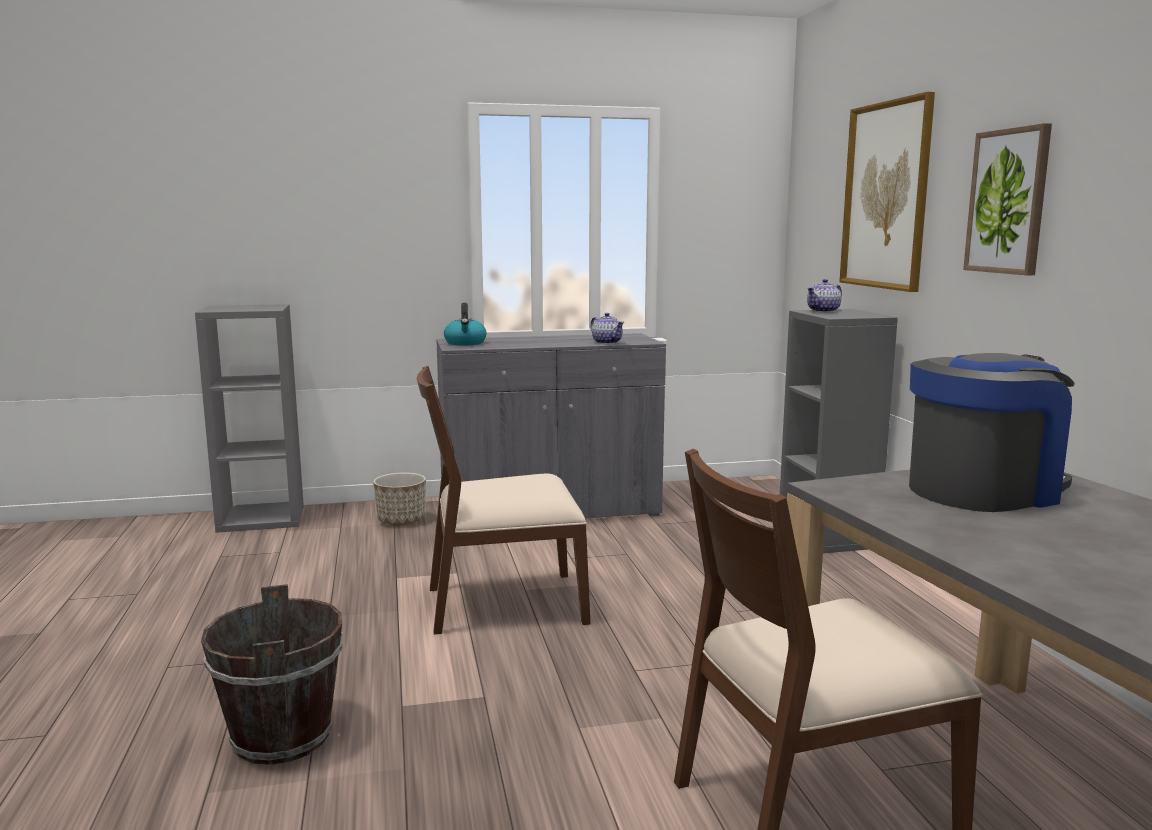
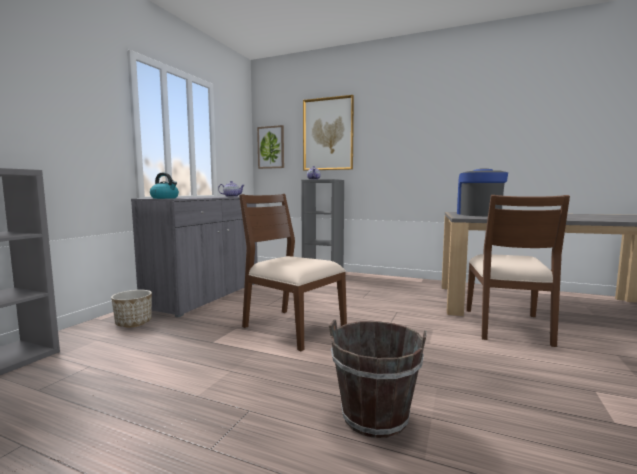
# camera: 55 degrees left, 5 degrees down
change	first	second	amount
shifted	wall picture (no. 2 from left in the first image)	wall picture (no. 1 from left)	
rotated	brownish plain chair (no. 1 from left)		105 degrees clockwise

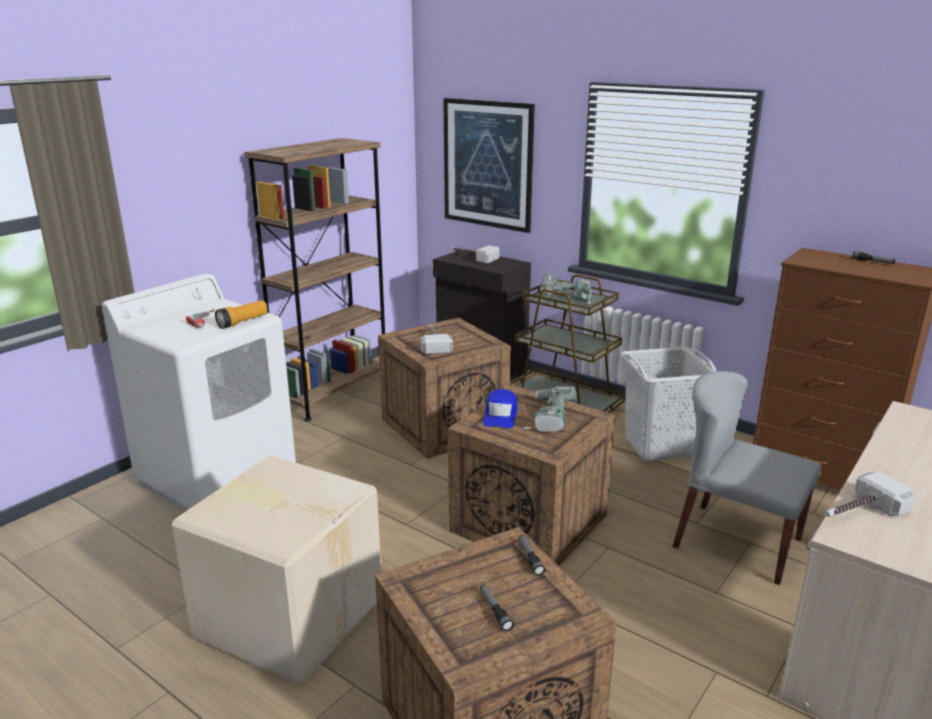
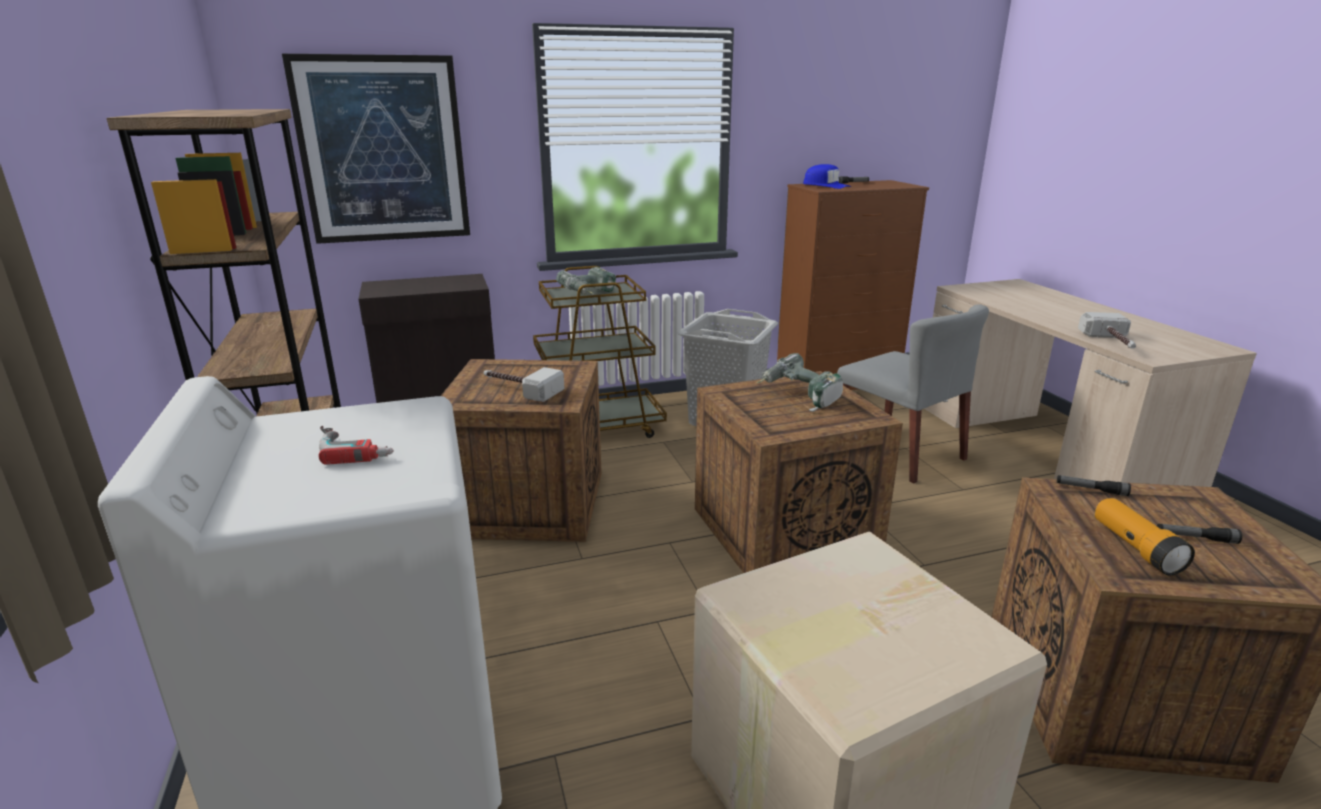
# camera: 55 degrees left, 0 degrees up
change	first	second	amount
gone	hand hammer (no. 2 from left)		
shifted	torch (no. 1 from left in the first image)	torch (no. 3 from left)	
rotated	gray plain chair		105 degrees counterclockwise
shifted	blue-coloured cap		

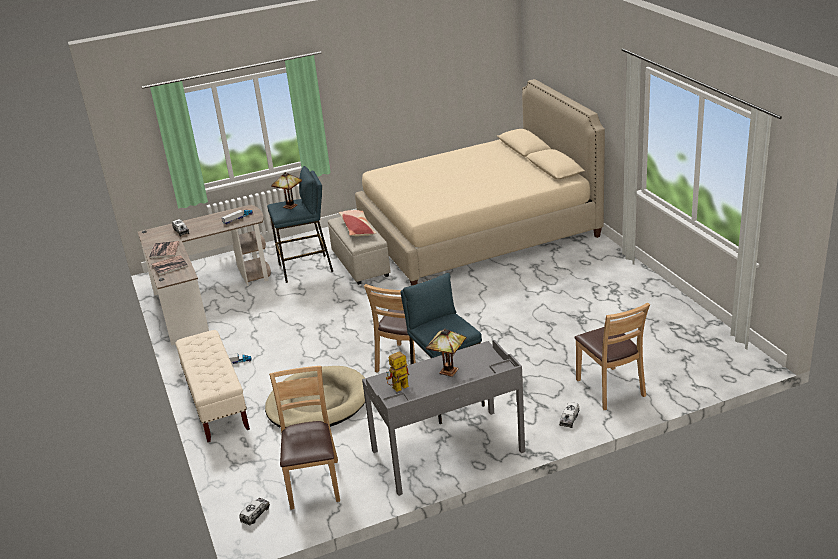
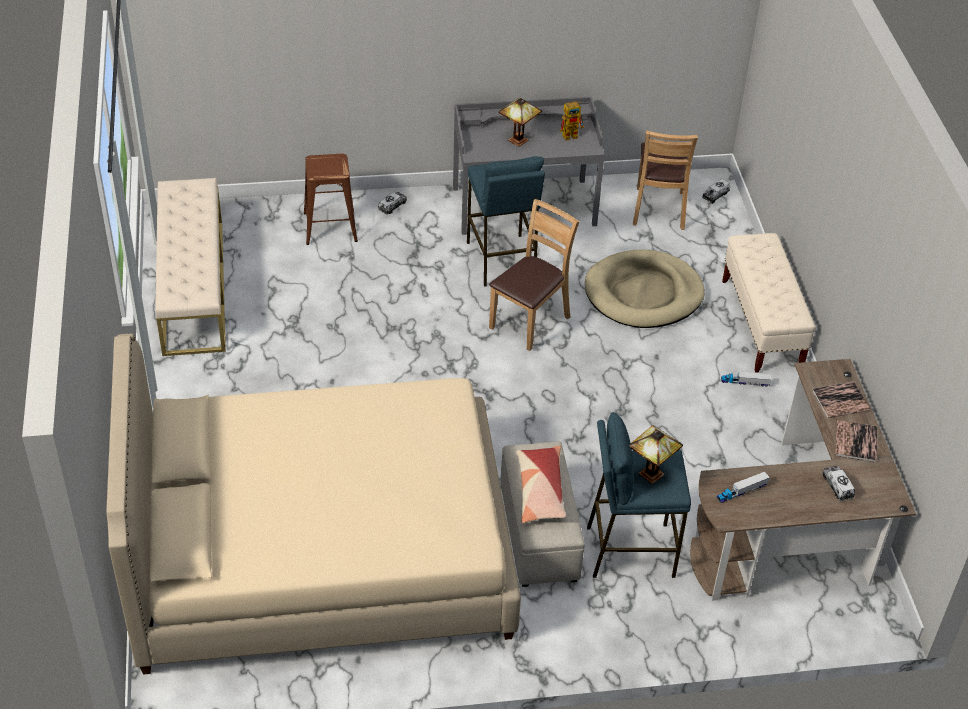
# camera: 170 degrees left, 15 degrees up
change	first	second	amount
swapped	brownish plain chair (no. 3 from left)	brownish sitting stool	
new		beige-coloured indoor bench (no. 1 from left)	

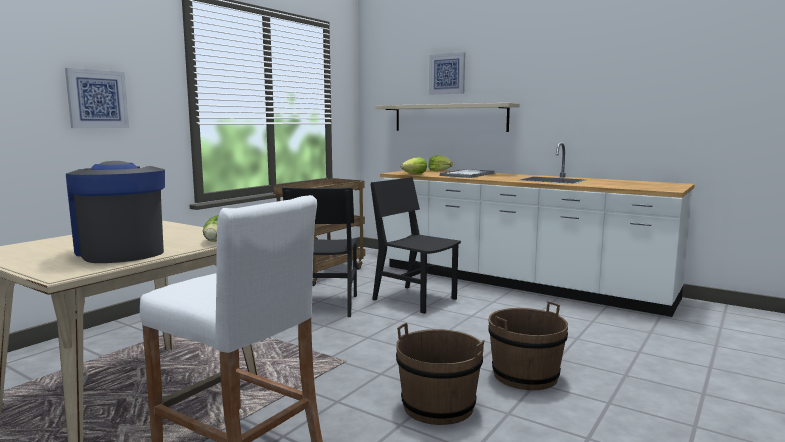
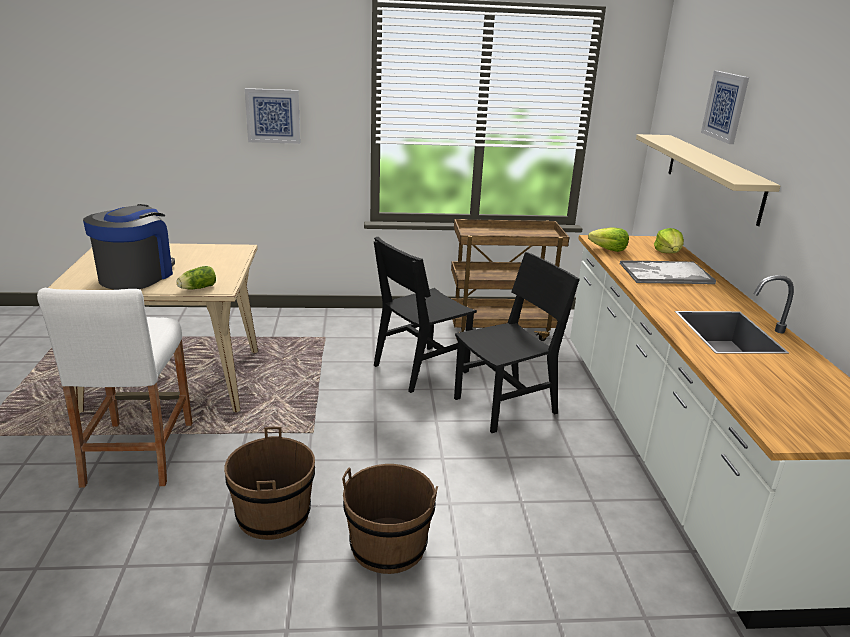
# camera: 50 degrees right, 15 degrees up
change	first	second	amount
rotated	black-coloured plain chair (no. 2 from left)		60 degrees clockwise

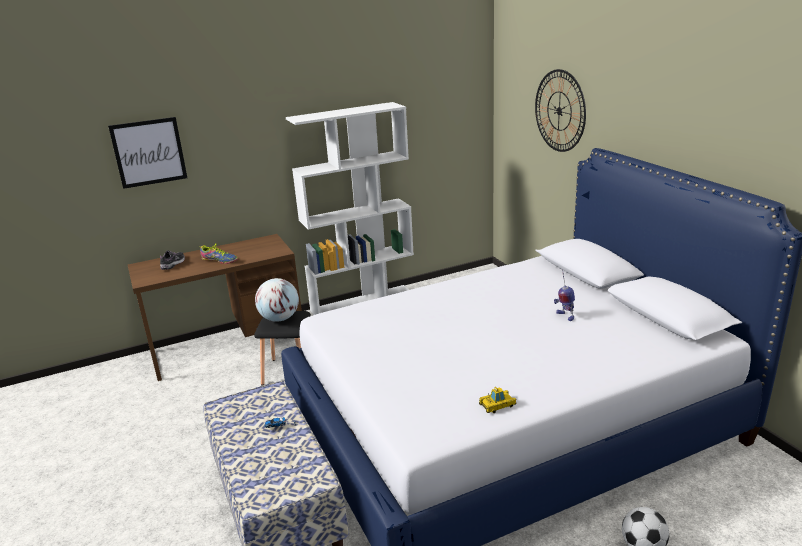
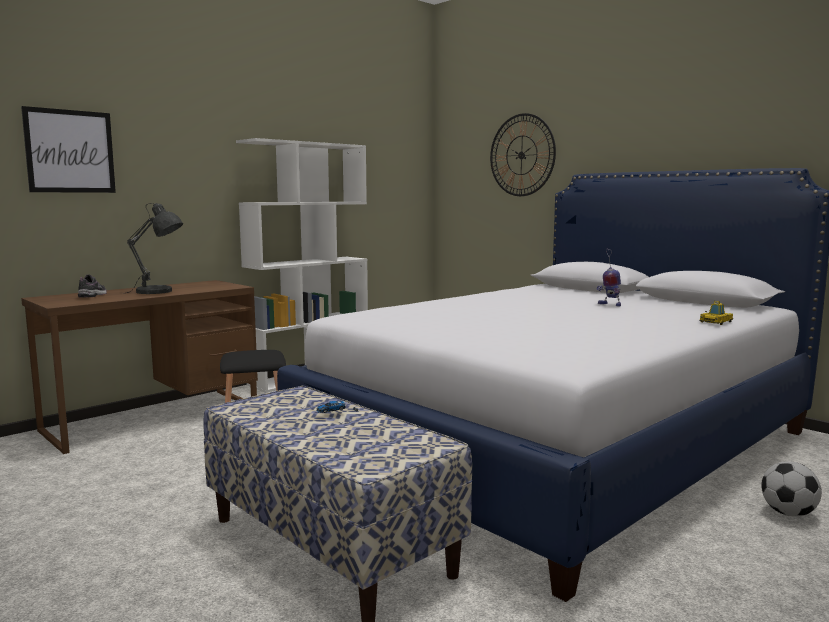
# camera: 20 degrees left, 15 degrees down
change	first	second	amount
swapped	item of footwear (no. 2 from left)	gray table lamp	
gone	desk globe		
shifted	model car (no. 2 from left)		

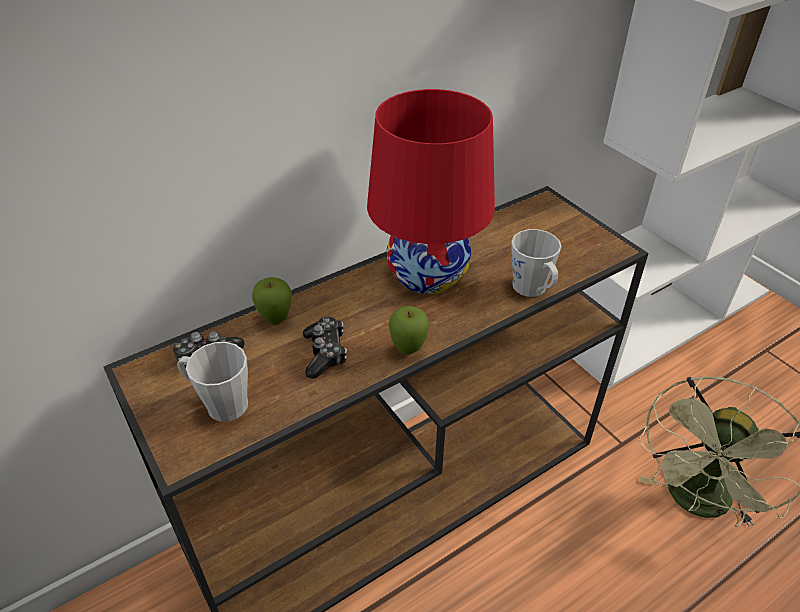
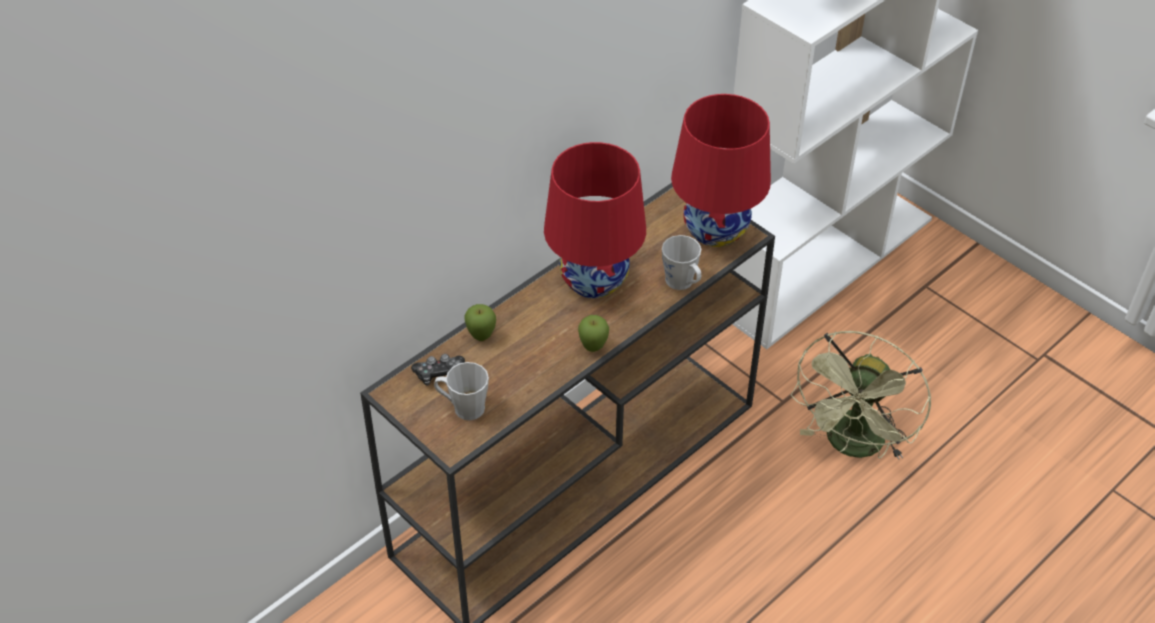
# camera: 10 degrees left, 5 degrees up
change	first	second	amount
gone	gamepad (no. 2 from left)		
new		reddish table lamp (no. 2 from left)	

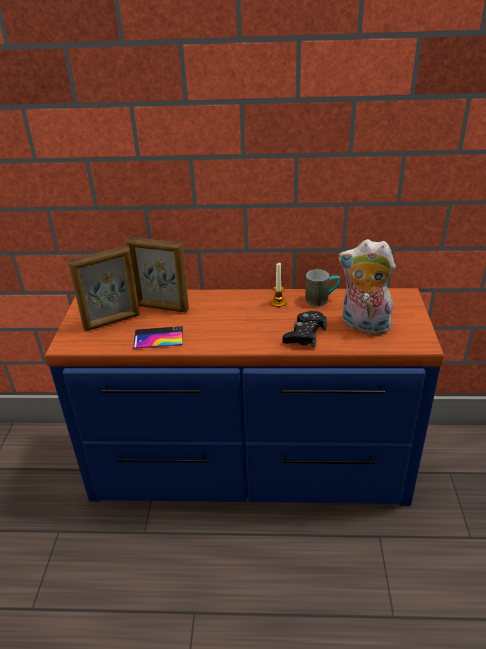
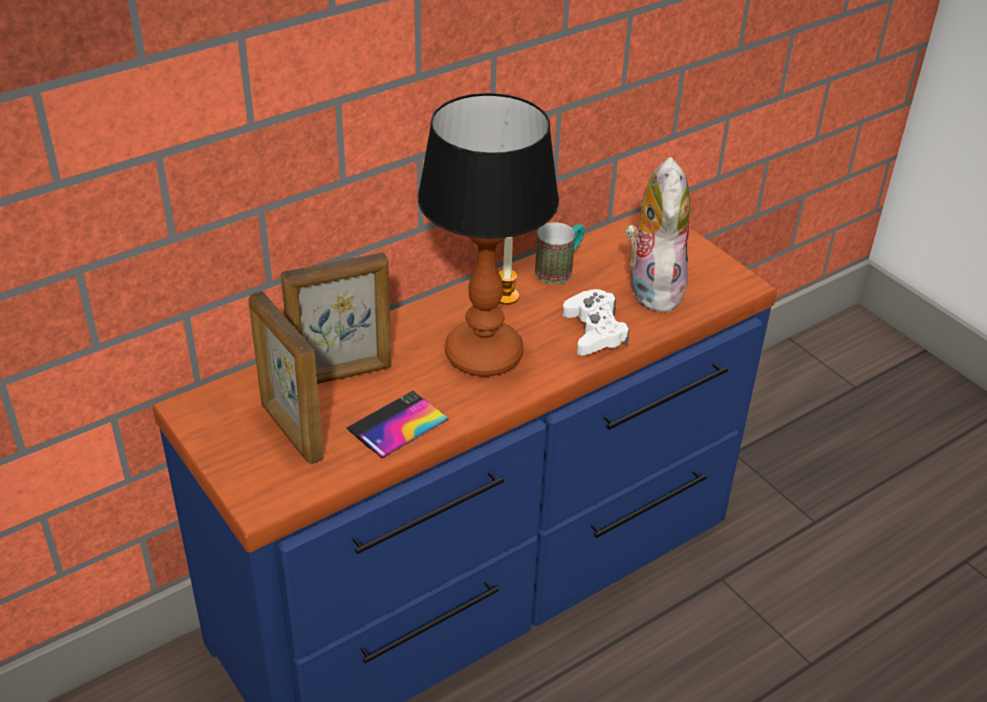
# camera: 40 degrees left, 5 degrees up
change	first	second	amount
rotated	soft toy		105 degrees clockwise
rotated	photo frame (no. 1 from left)		120 degrees clockwise
repainted	black-coloured gamepad	white-coloured gamepad	
new		table lamp	

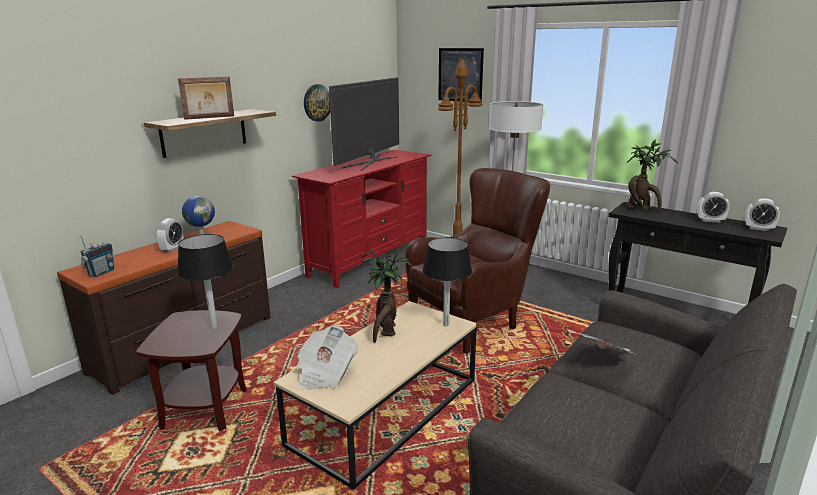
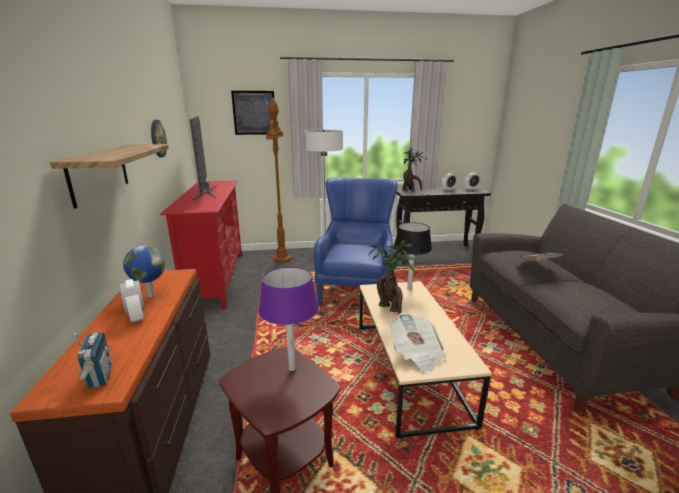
# camera: 45 degrees left, 0 degrees up
change	first	second	amount
gone	photo frame		
repainted	brownish lounge chair	blue-coloured lounge chair	
repainted	black-coloured table lamp (no. 1 from left)	purple table lamp	

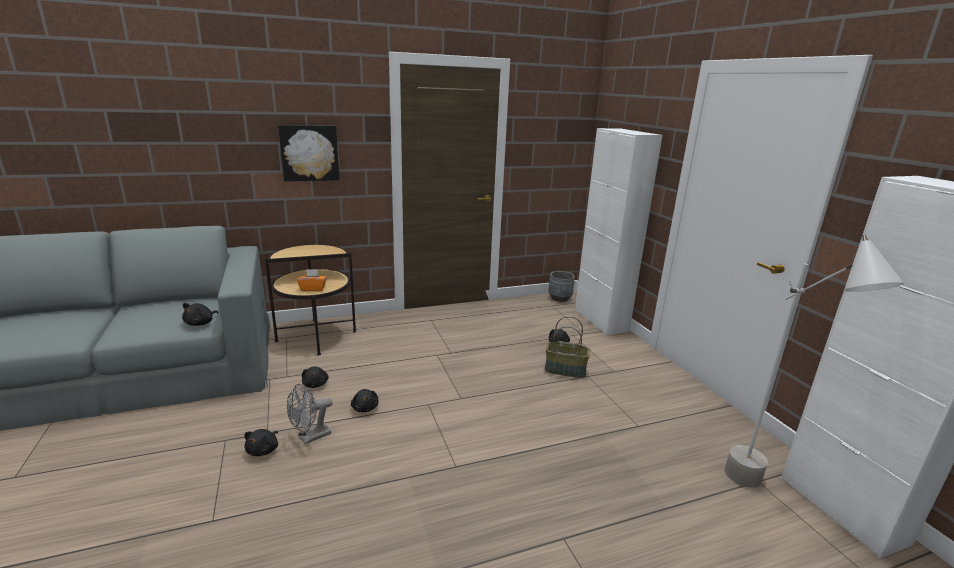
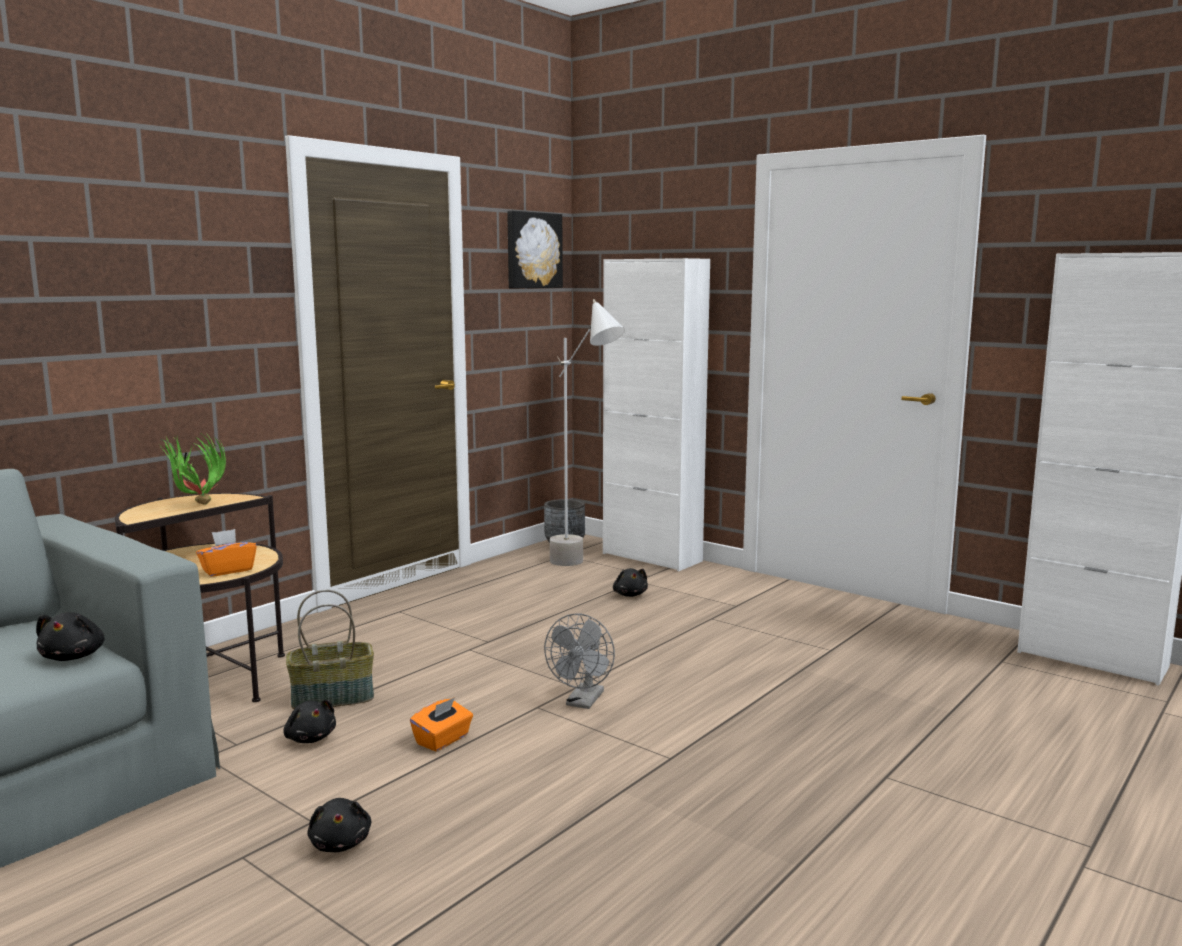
# camera: 30 degrees left, 10 degrees down
change	first	second	amount
shifted	wall picture		
shifted	gray standard lamp		
shifted	storage basket		
shifted	gray electric fan		
swapped	black-coloured soft toy (no. 4 from left)	orangey tissue box (no. 2 from left)	
new		houseplant	

